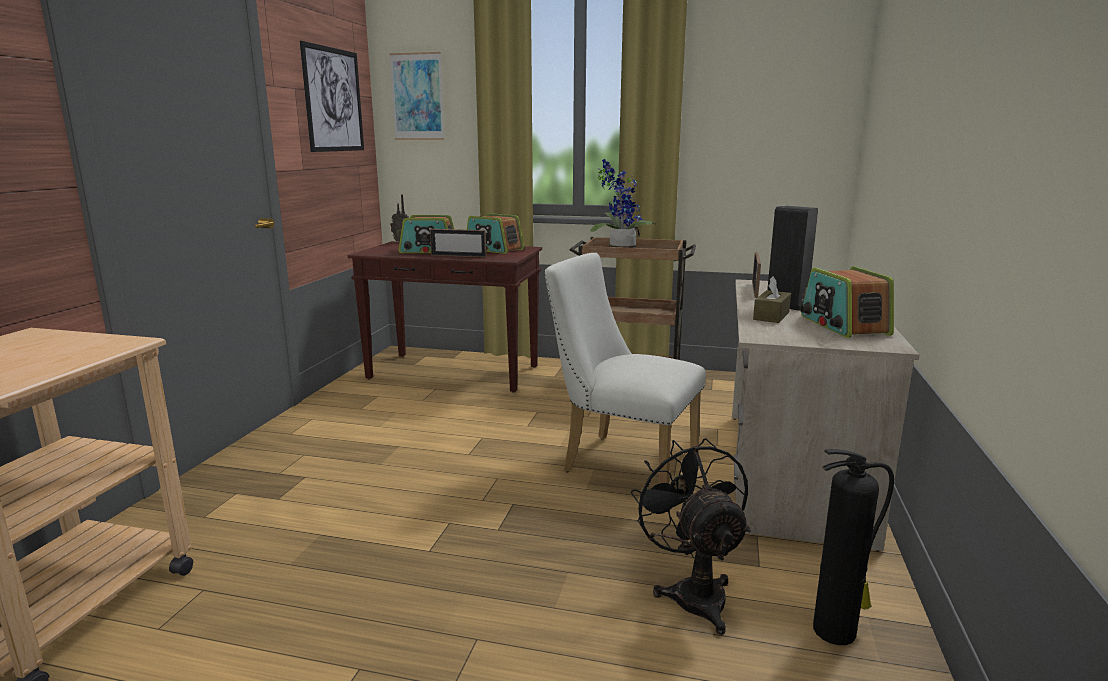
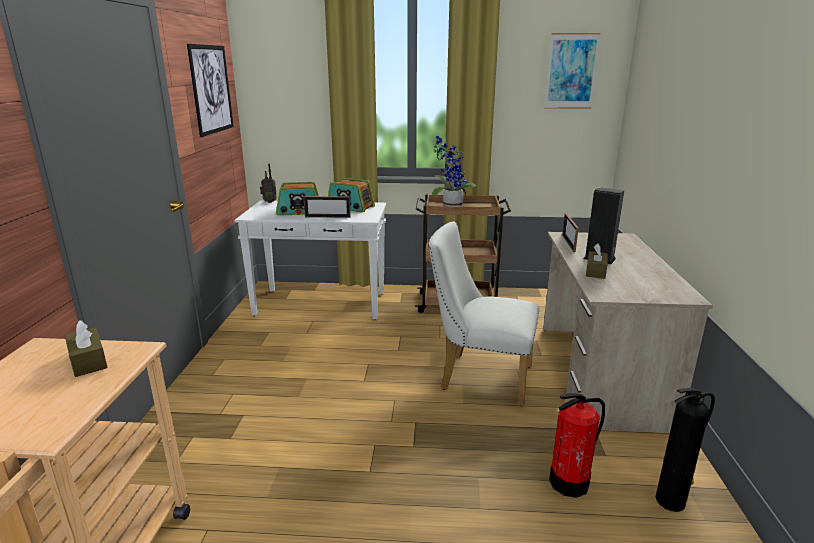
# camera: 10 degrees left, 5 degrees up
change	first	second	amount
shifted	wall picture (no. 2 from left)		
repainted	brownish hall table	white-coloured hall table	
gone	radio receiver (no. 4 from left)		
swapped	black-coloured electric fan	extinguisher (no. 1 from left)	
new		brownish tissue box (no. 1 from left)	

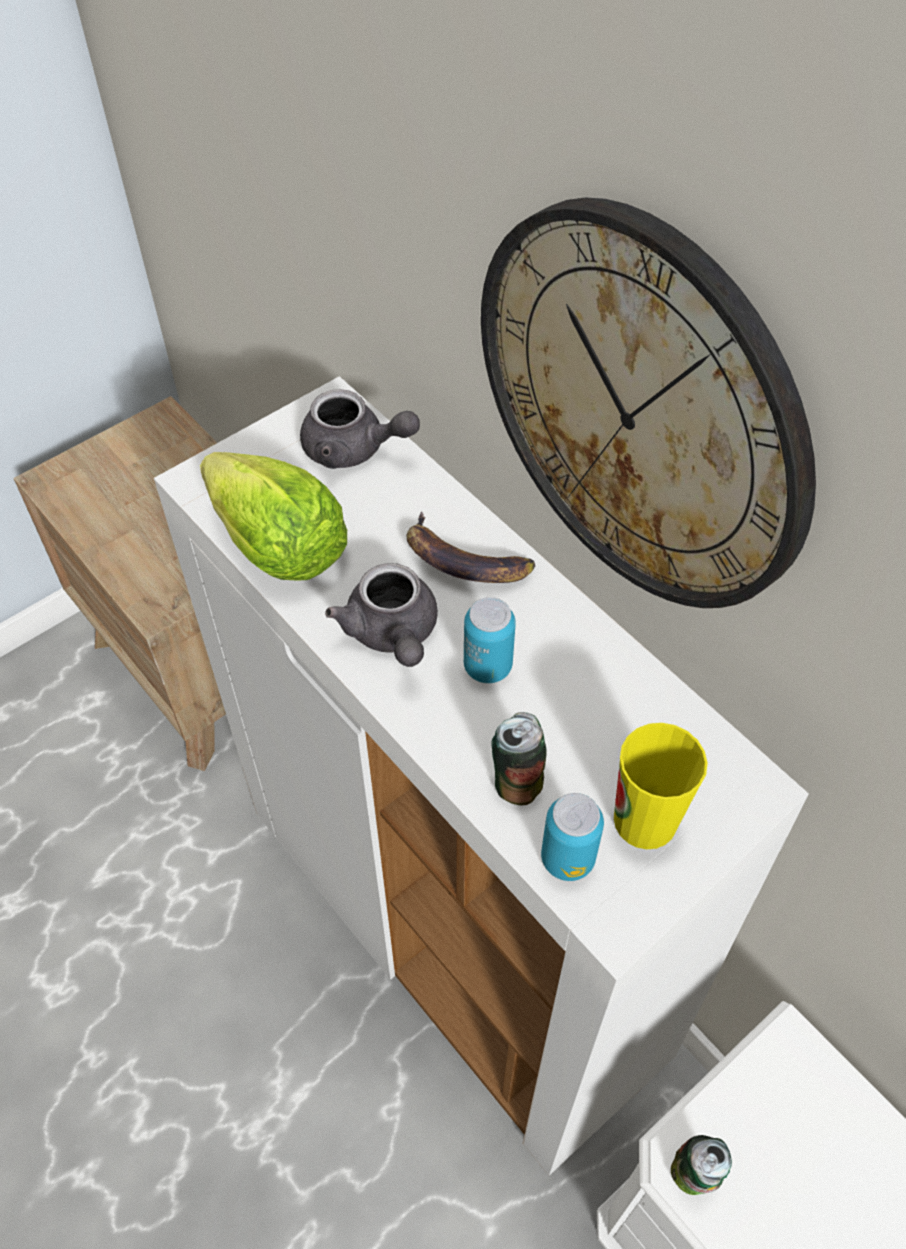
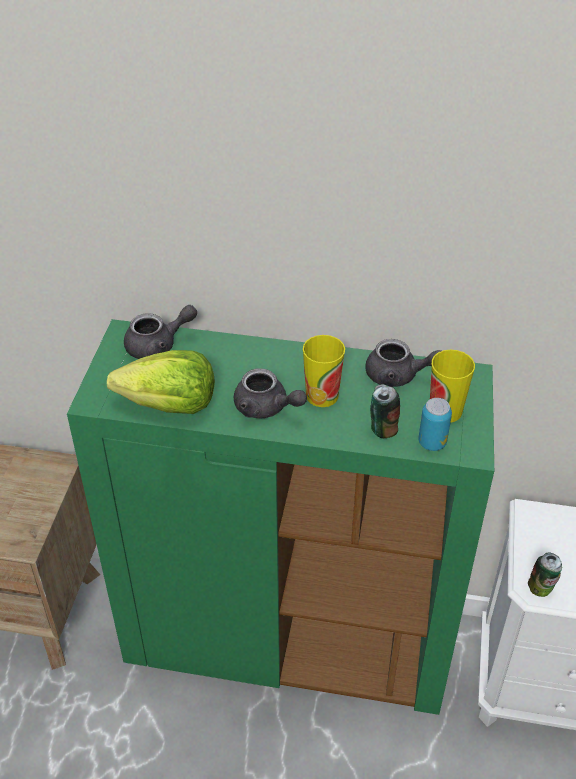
# camera: 40 degrees left, 10 degrees down
change	first	second	amount
gone	clock on the wall		
repainted	white-coloured storage cabinet	green-coloured storage cabinet	
gone	whole banana		
swapped	can (no. 1 from left)	cup (no. 1 from left)	
new		gray tea pot (no. 3 from left)	

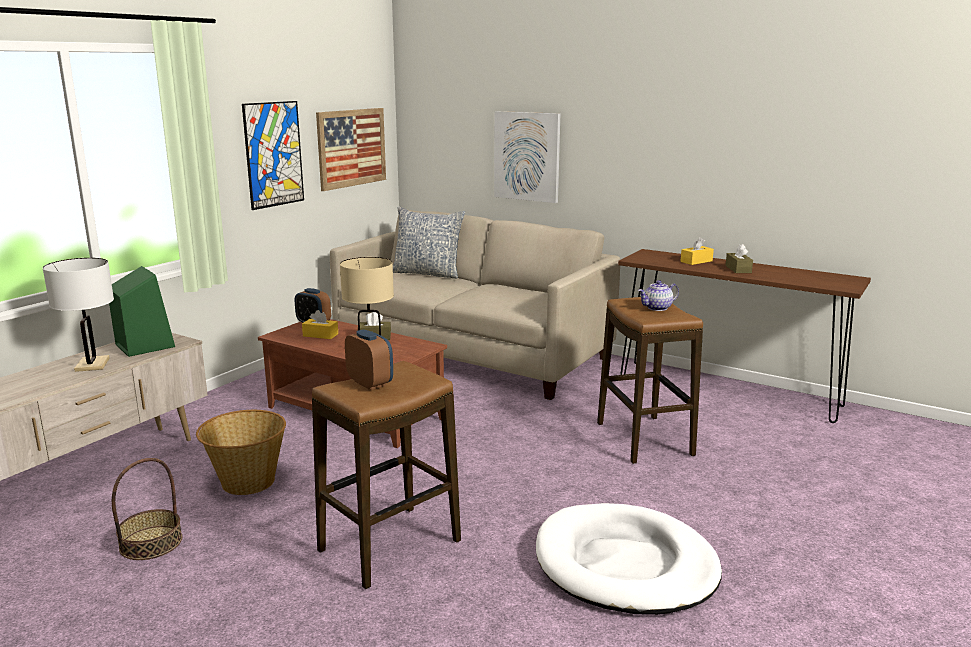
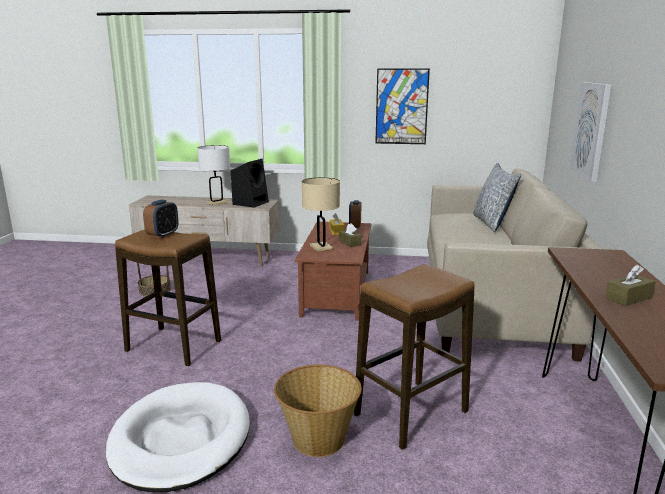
# camera: 65 degrees right, 0 degrees up
change	first	second	amount
gone	wall picture (no. 2 from left)		
gone	yellow tissue box (no. 2 from left)		
repainted	green-coloured speaker	black-coloured speaker	
gone	tea pot		
shifted	storage basket (no. 2 from left)		

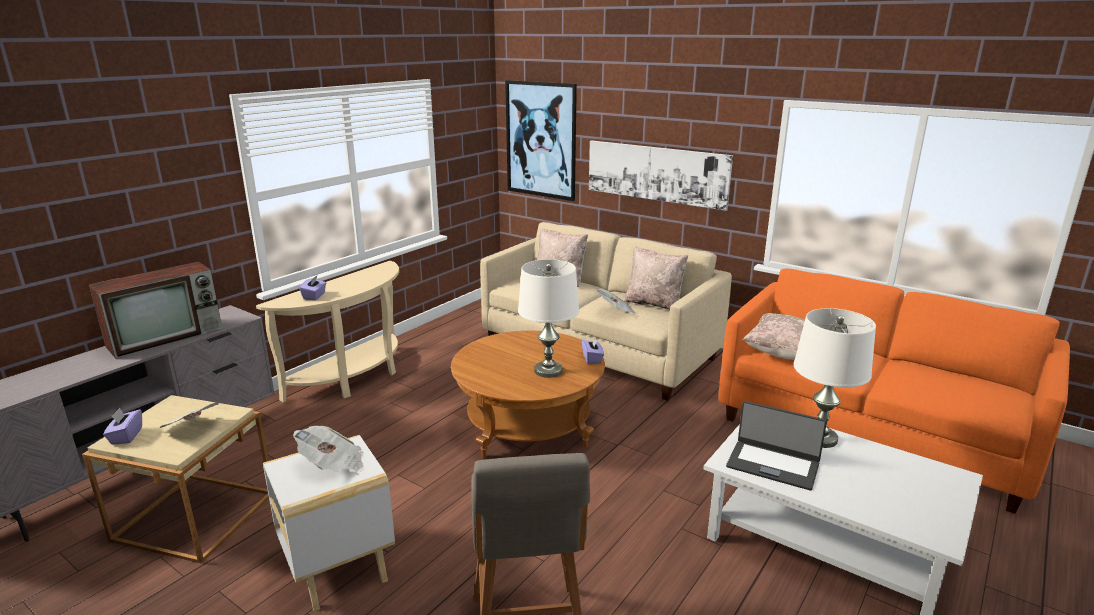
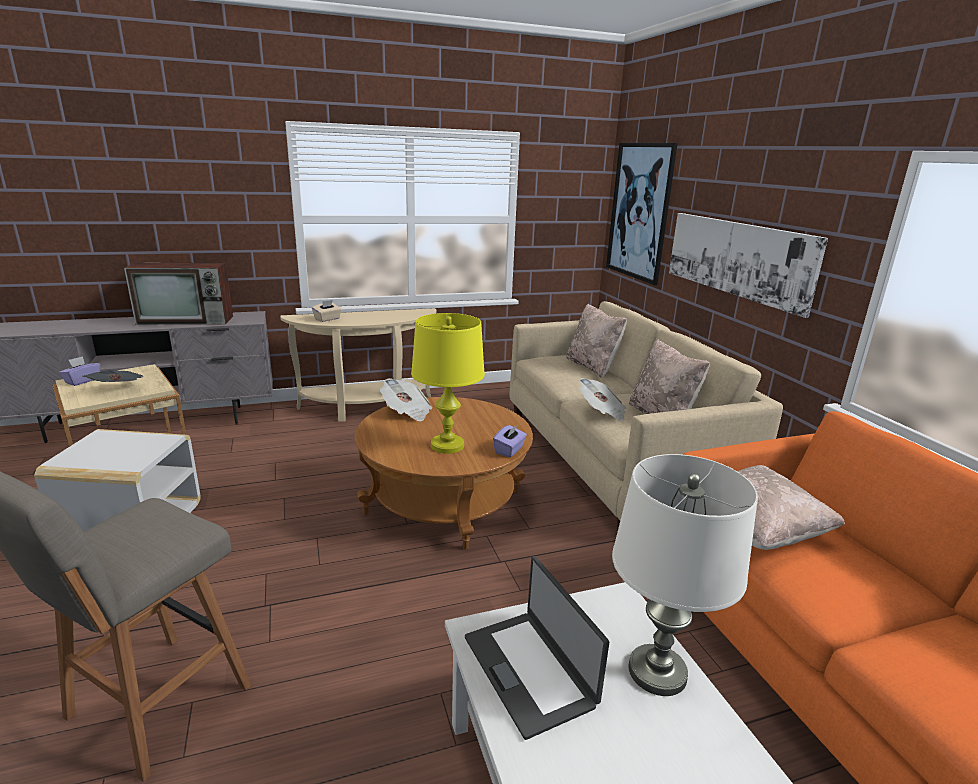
# camera: 35 degrees right, 0 degrees up
change	first	second	amount
repainted	white-coloured table lamp (no. 1 from left)	yellow table lamp	
repainted	purple tissue box (no. 2 from left)	beige-coloured tissue box	
shifted	printed paper (no. 2 from left)		

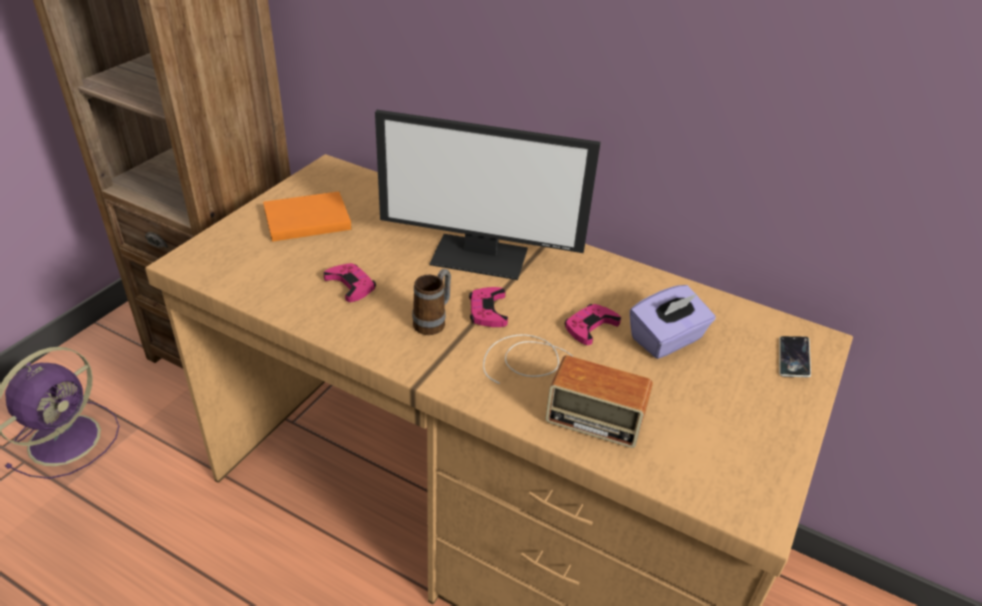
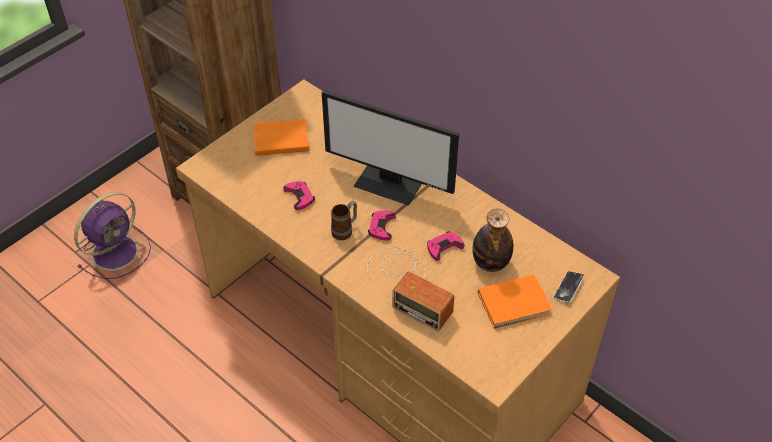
# camera: 15 degrees right, 10 degrees up
change	first	second	amount
swapped	purple tissue box	drink bottle	
new		orangey bound book (no. 2 from left)	

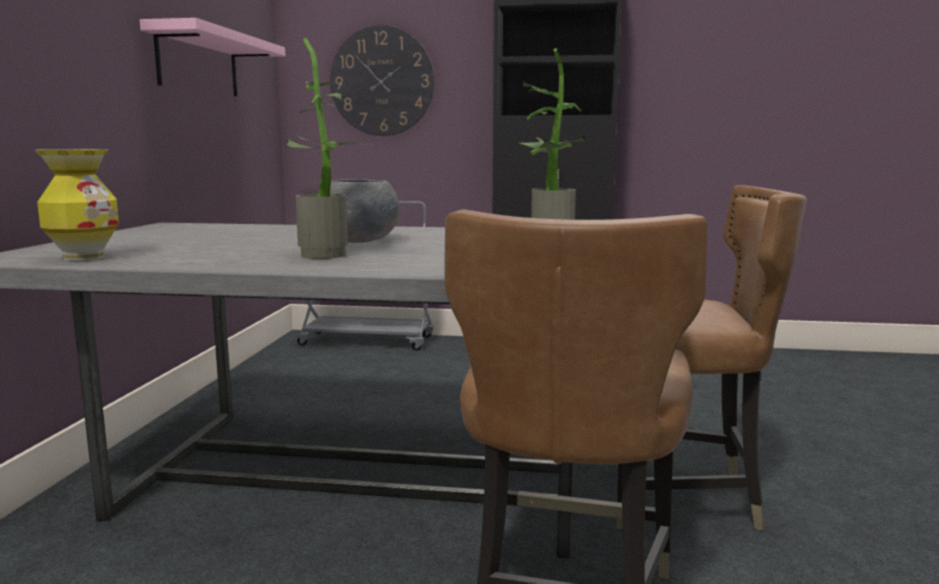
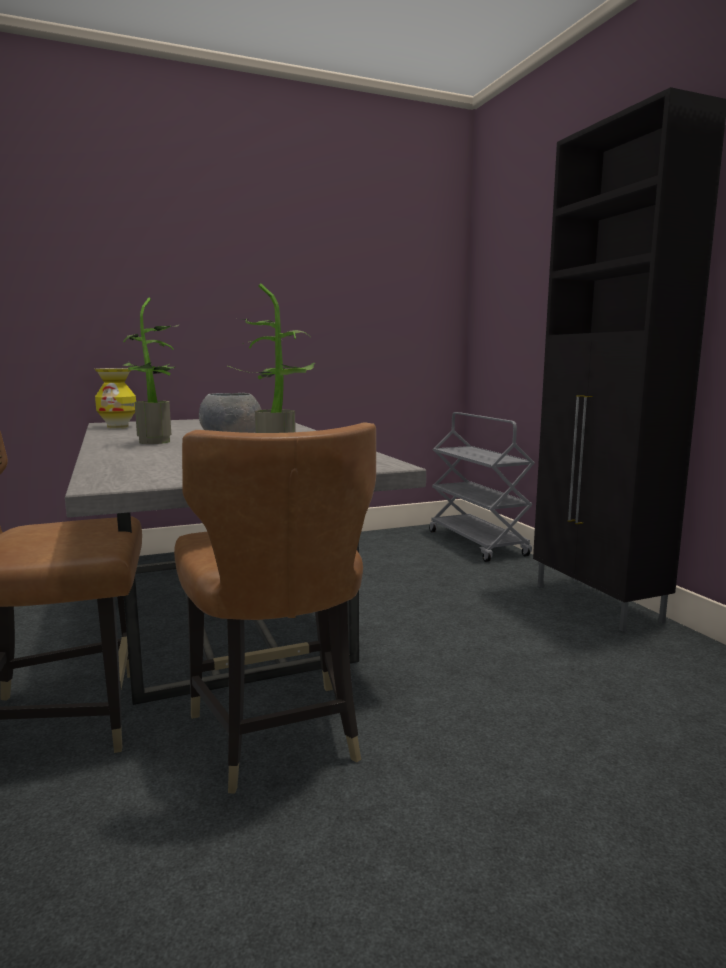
# camera: 60 degrees right, 0 degrees up
change	first	second	amount
gone	pink-coloured bracket shelf		
gone	clock on the wall		

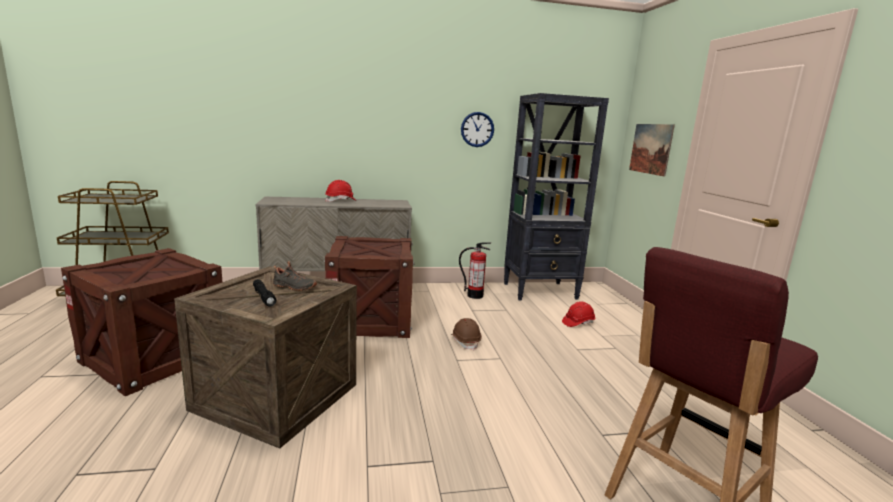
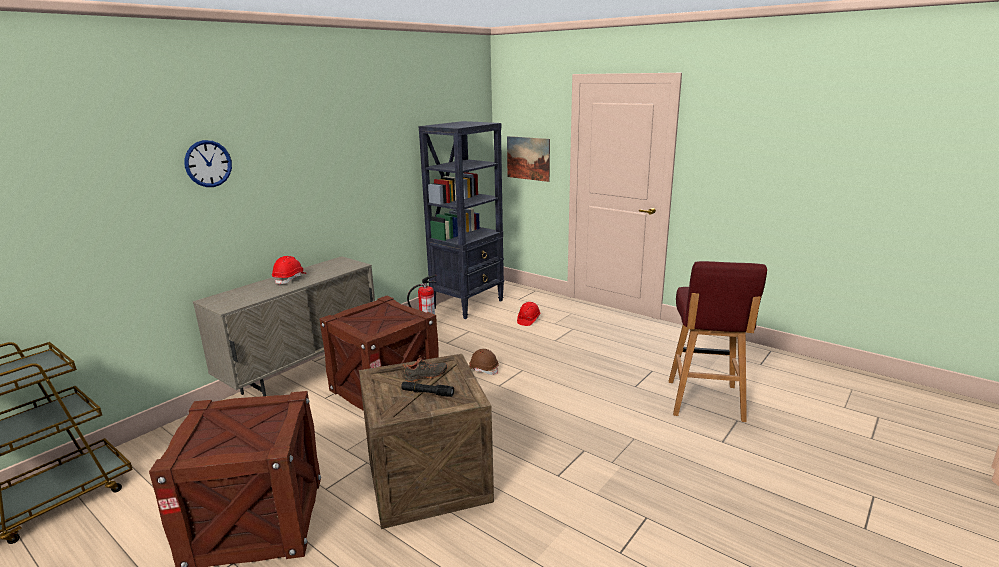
# camera: 40 degrees left, 5 degrees up
change	first	second	amount
shifted	clock on the wall		

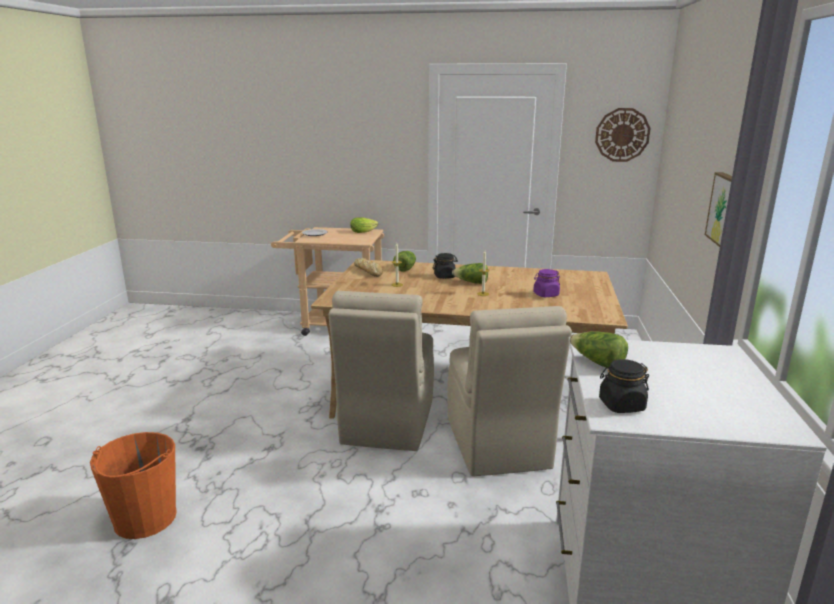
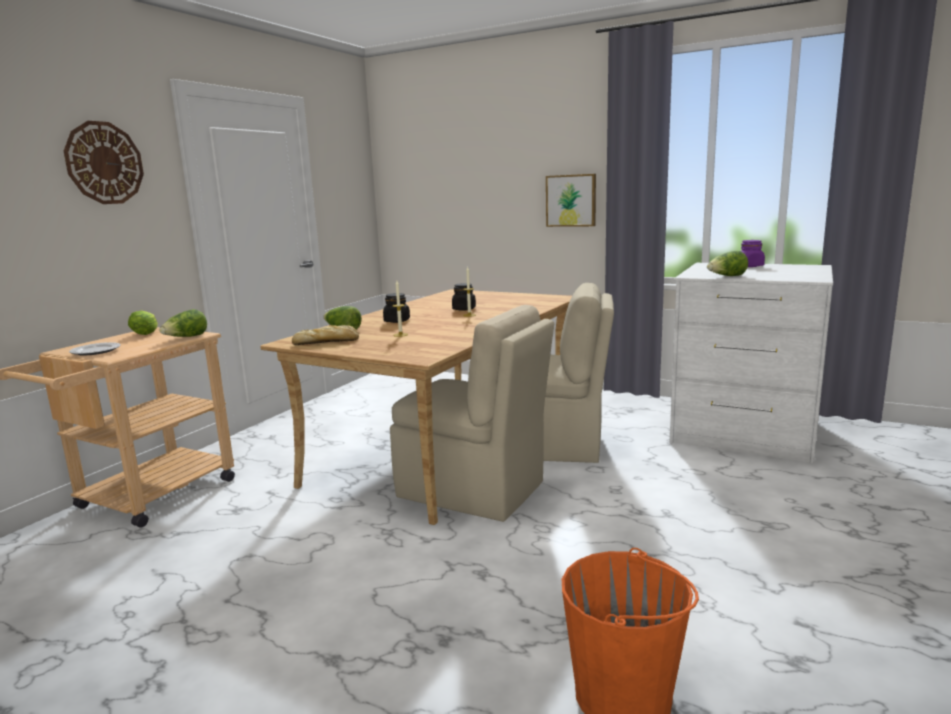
# camera: 70 degrees left, 5 degrees down
change	first	second	amount
shifted	clock on the wall		
shifted	head of lettuce (no. 3 from left in the first image)	head of lettuce (no. 2 from left)	
shifted	purple storage jar		
shifted	black-coloured storage jar (no. 2 from left)		

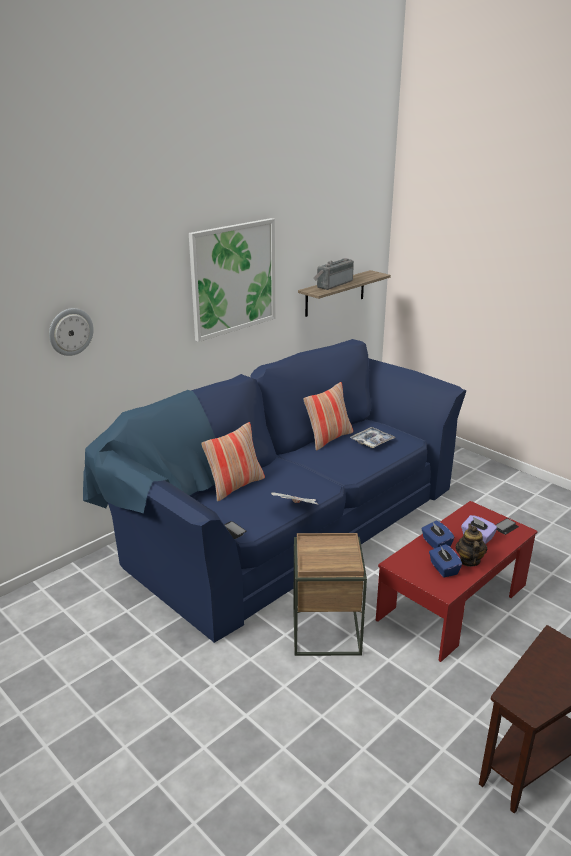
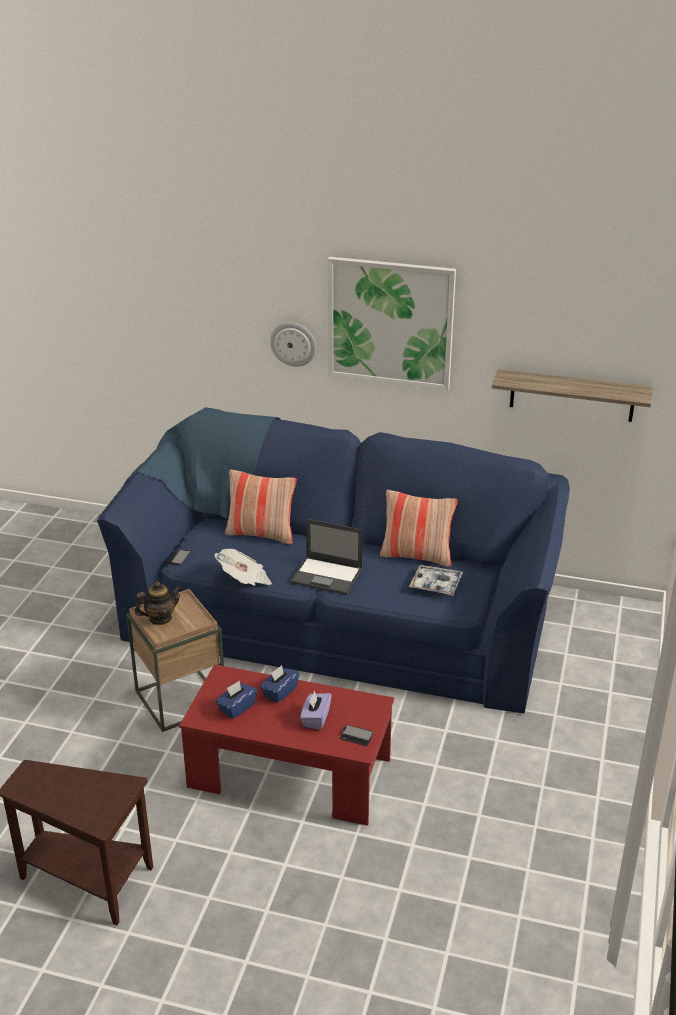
# camera: 60 degrees right, 5 degrees up
change	first	second	amount
gone	radio receiver		
shifted	clock on the wall		
shifted	tea pot		
new		laptop	

